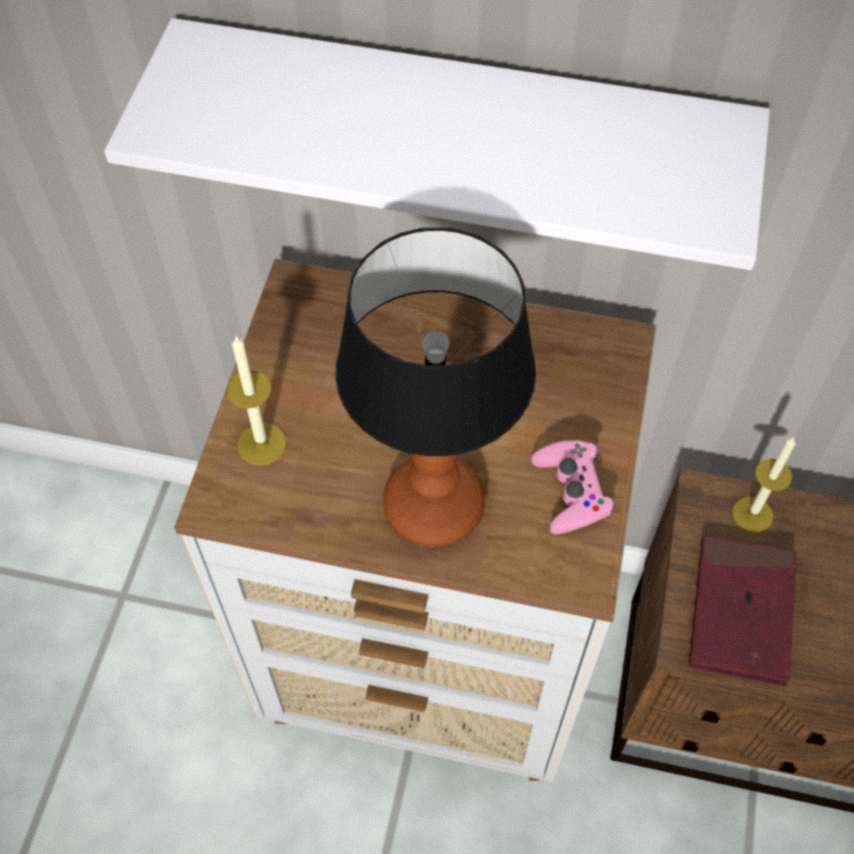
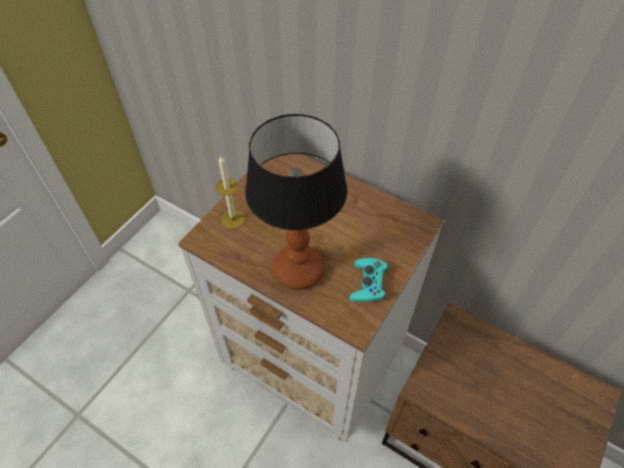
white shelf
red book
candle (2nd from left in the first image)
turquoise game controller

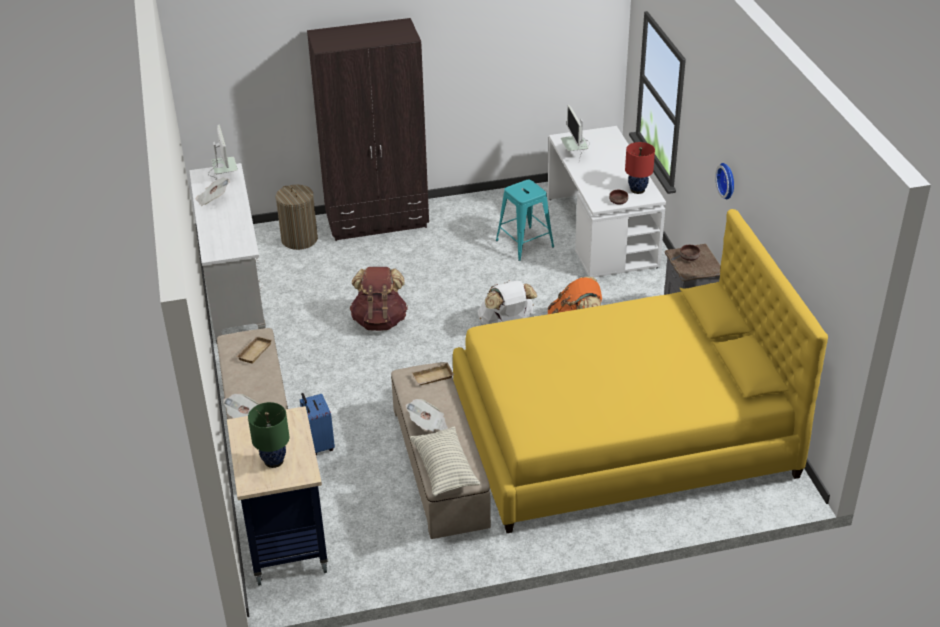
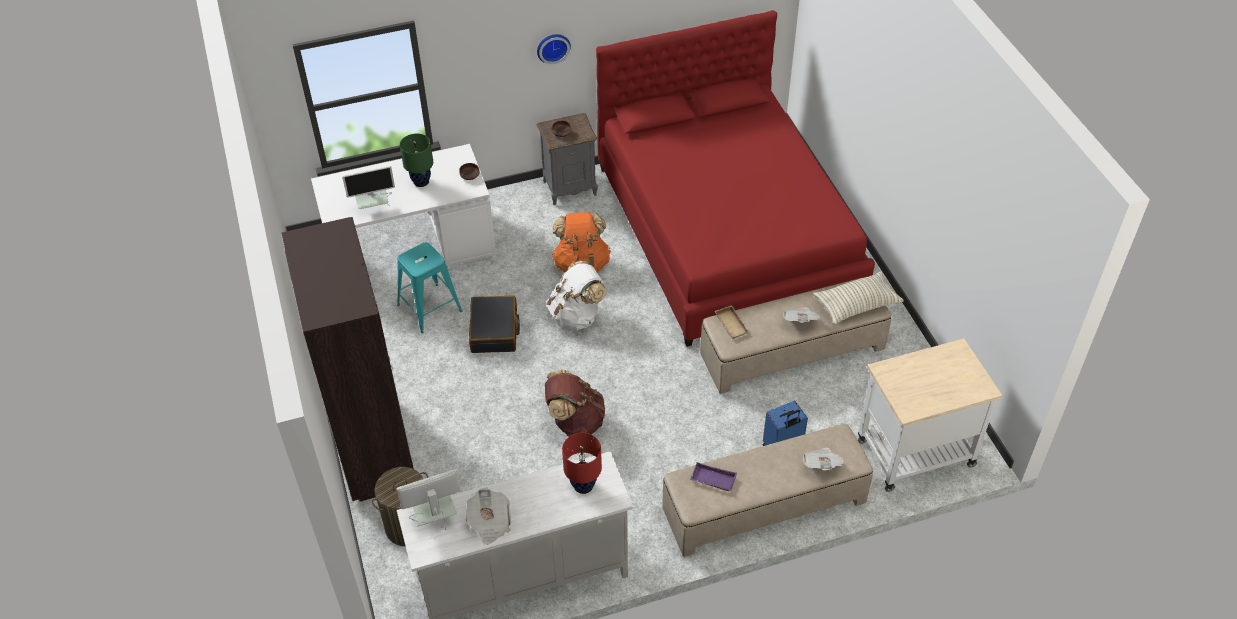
black suitcase
green table lamp
red table lamp
white cart
purple tray
red bed

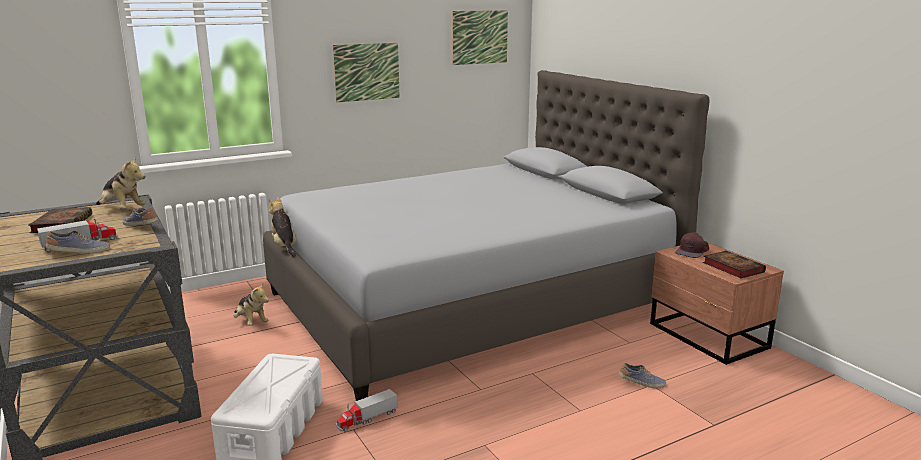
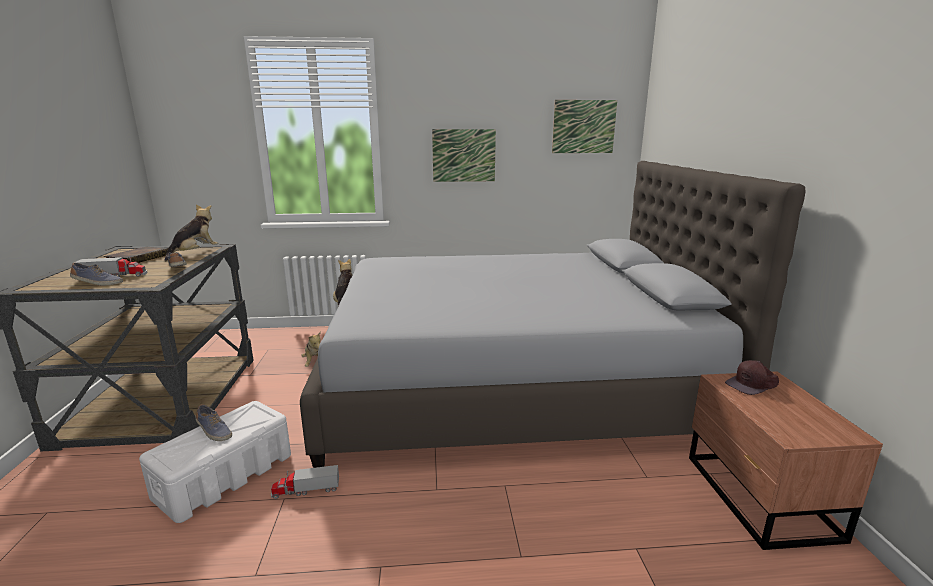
book (2nd from left in the first image)
shoe (3rd from left)
plush toy (1st from left)

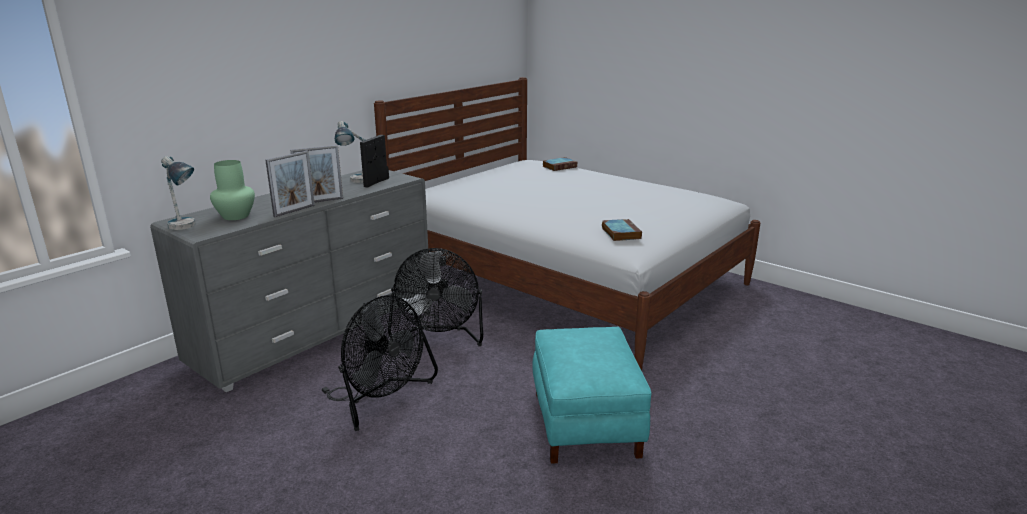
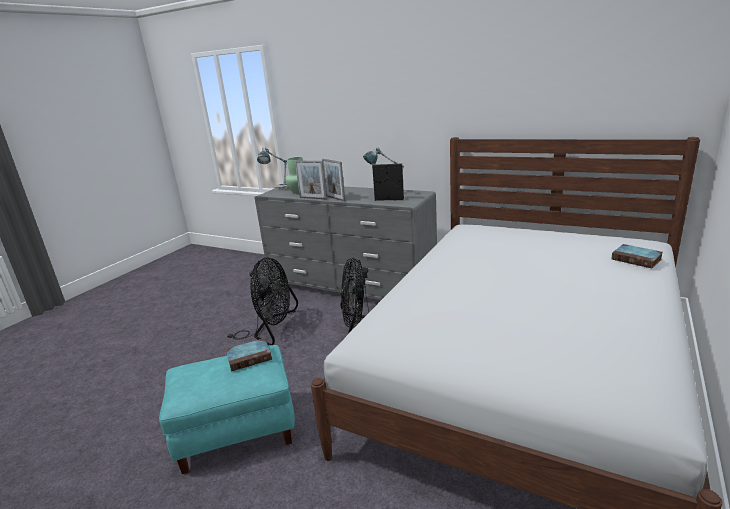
book (1st from left)
black fan (1st from left)

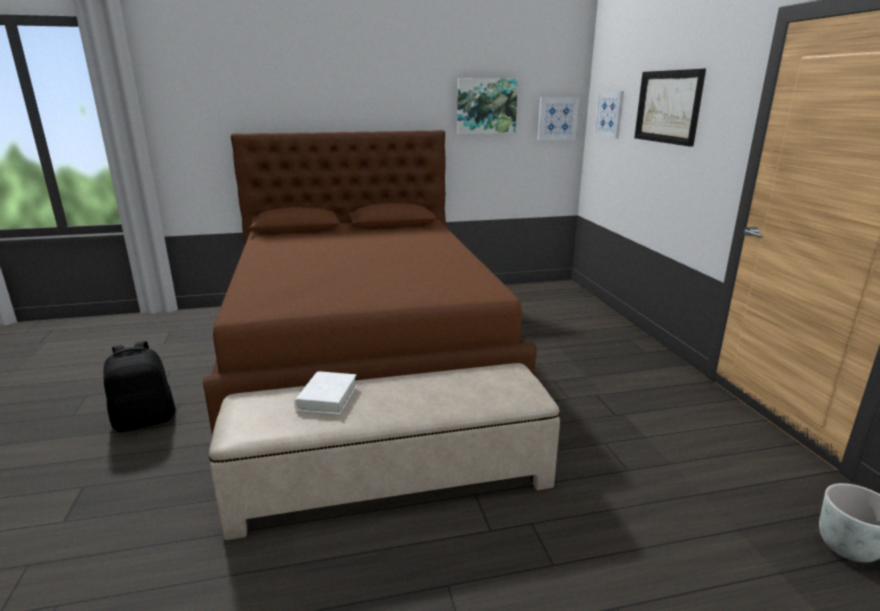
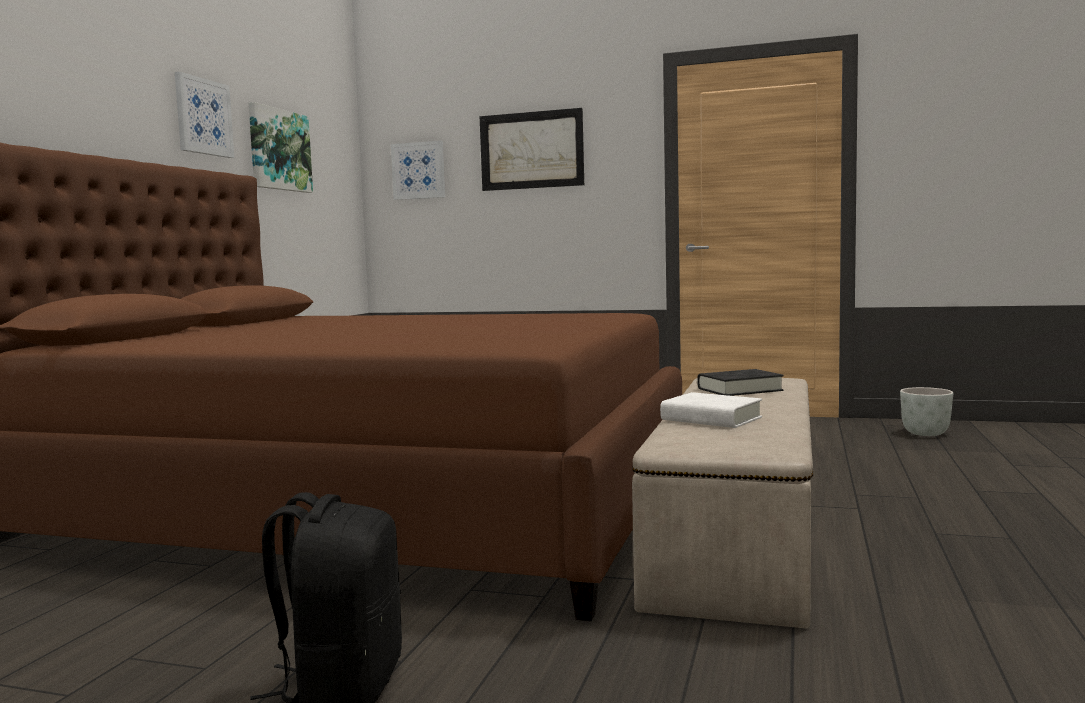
black book
picture (1st from left)

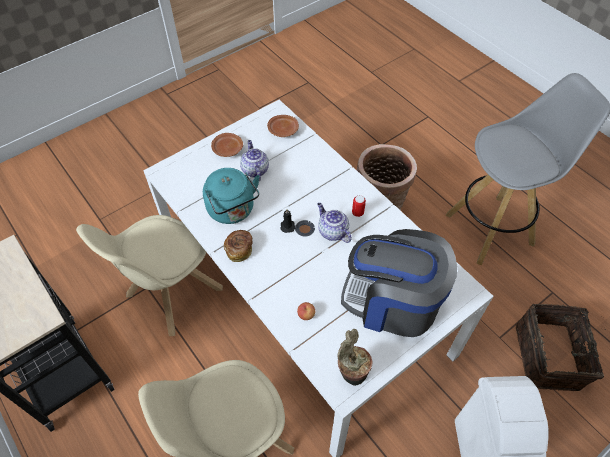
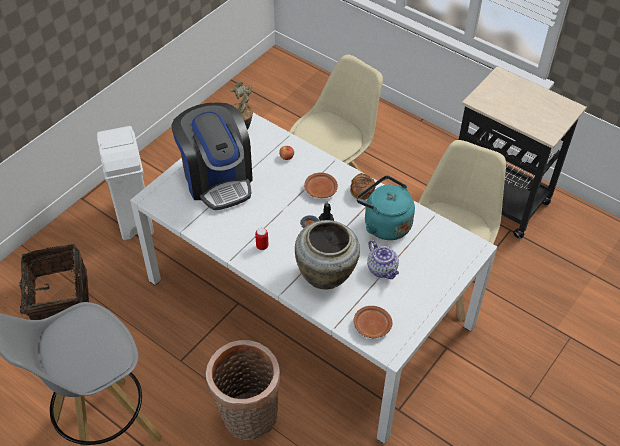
teapot (2nd from left in the first image)
beige vase
brown plate (1st from left)
coffee machine

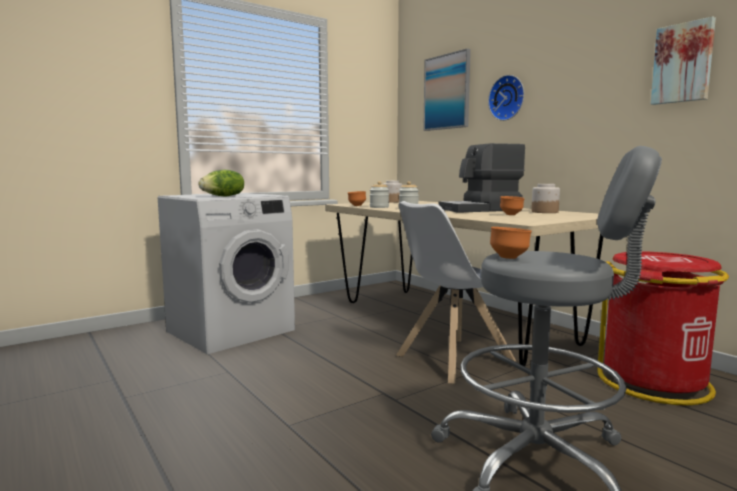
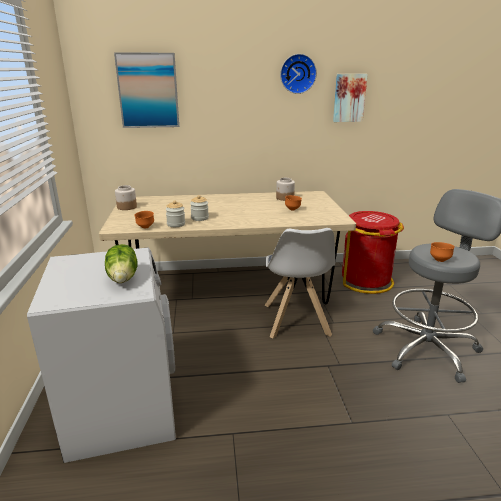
coffee machine
wall clock

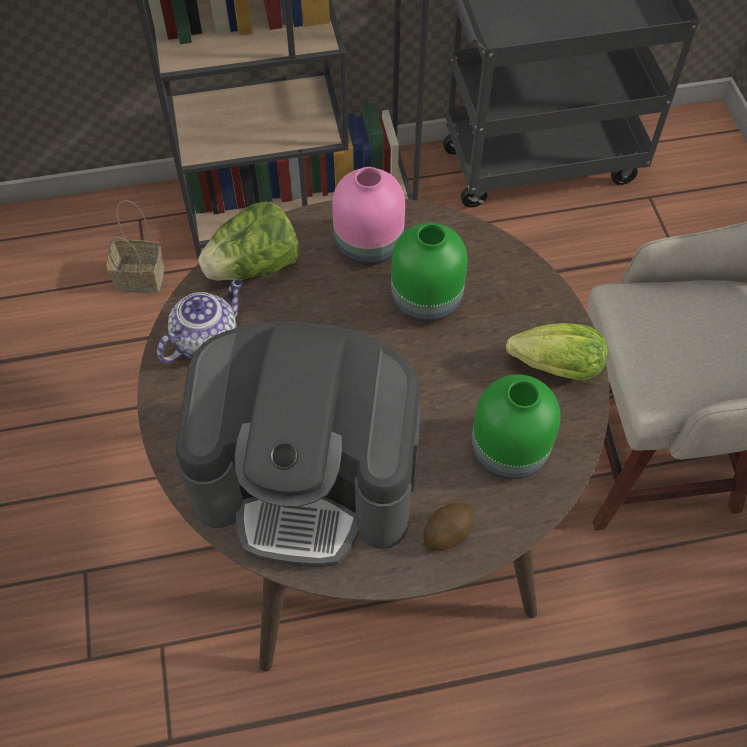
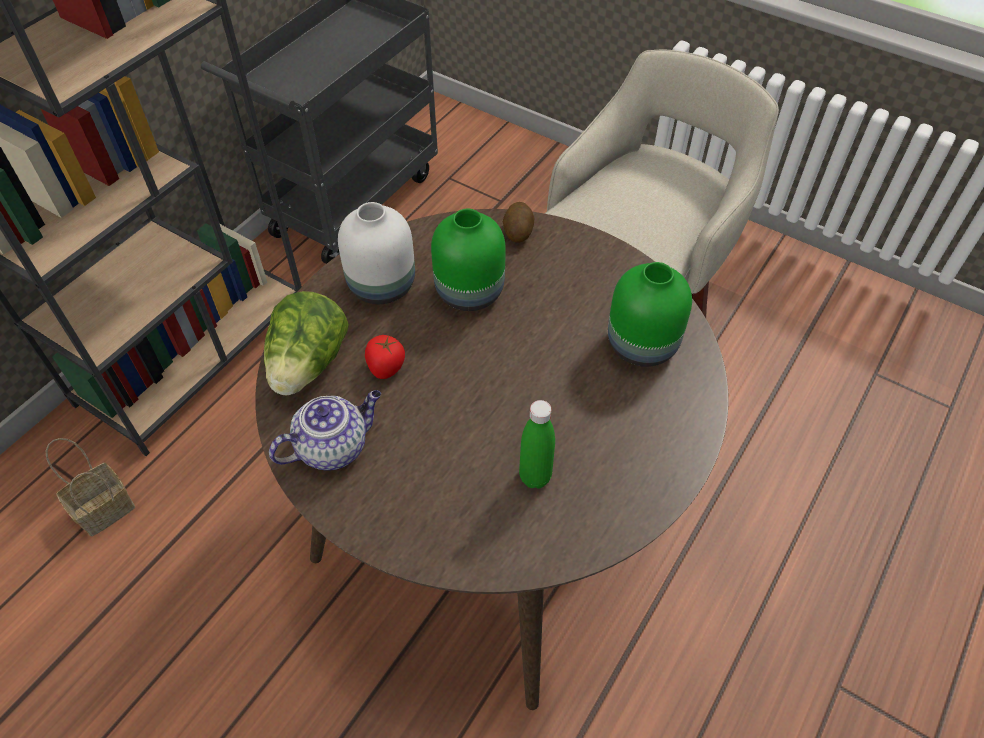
lettuce (2nd from left in the first image)
tomato
potato
green bottle
white vase
teapot

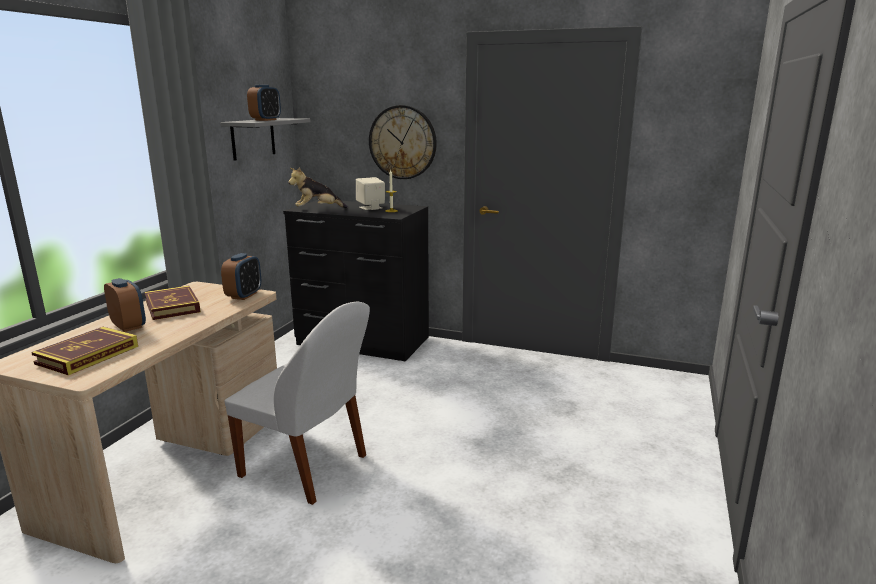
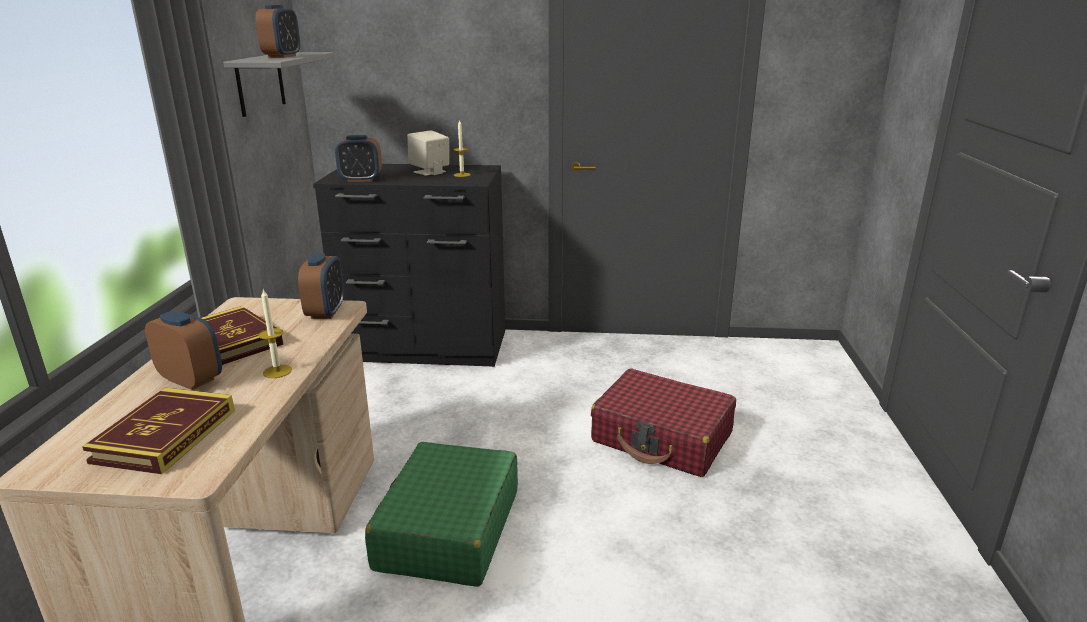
wall clock
candle (1st from left)
red suitcase
green suitcase
alarm clock (4th from left)

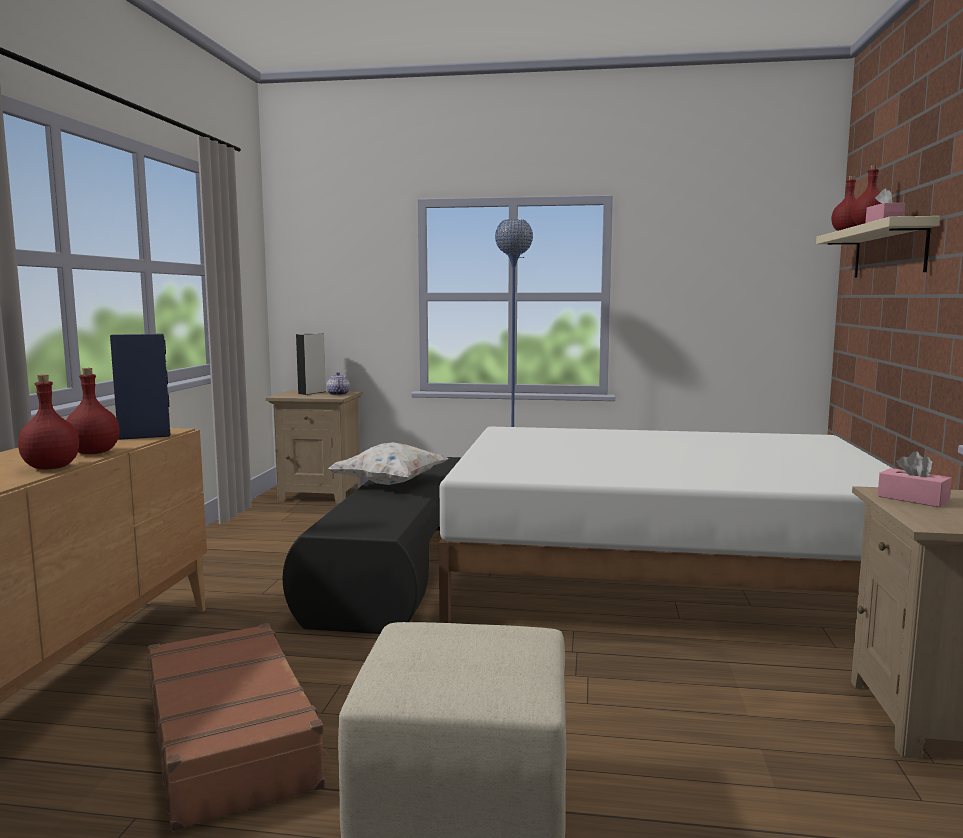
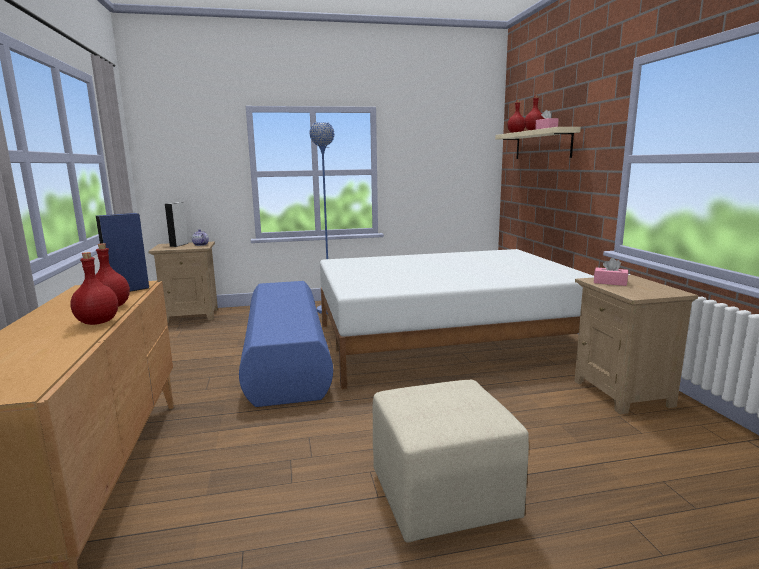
brown suitcase
white pillow
blue bench

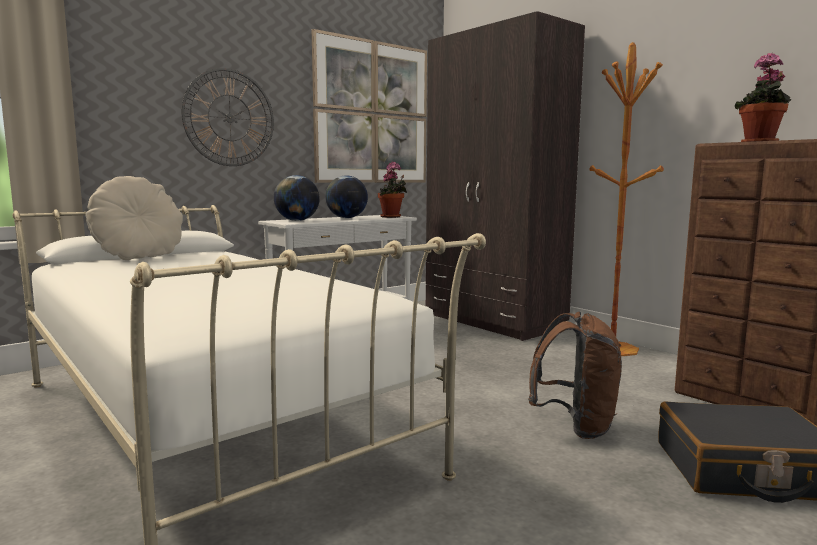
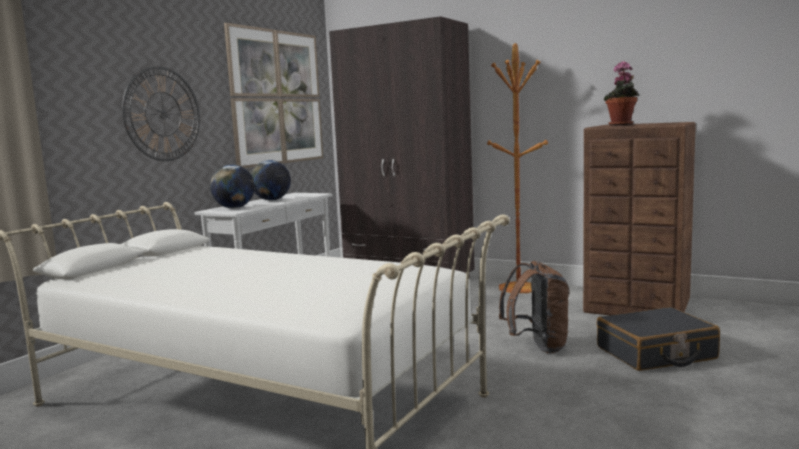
beige pillow
potted plant (1st from left in the first image)

